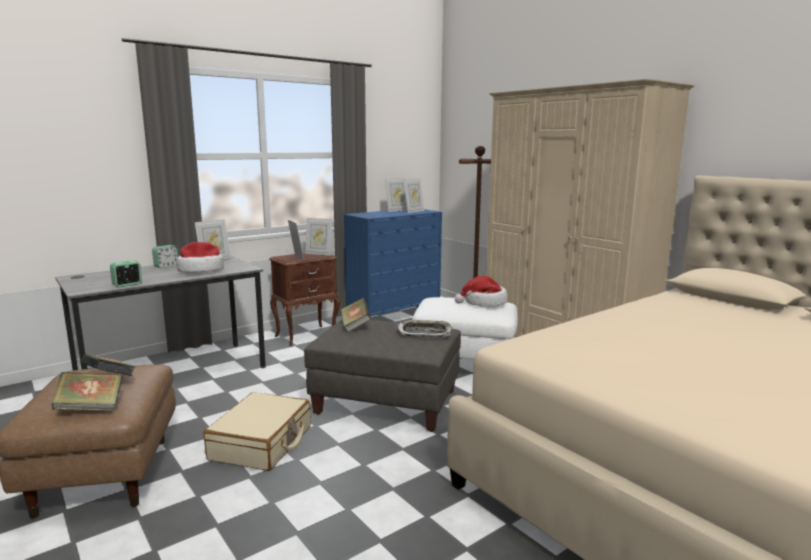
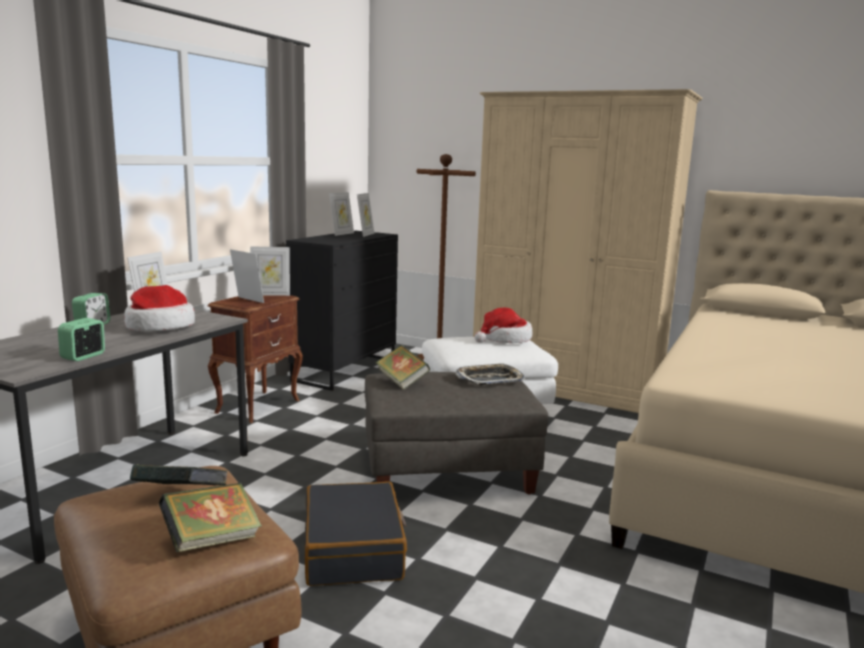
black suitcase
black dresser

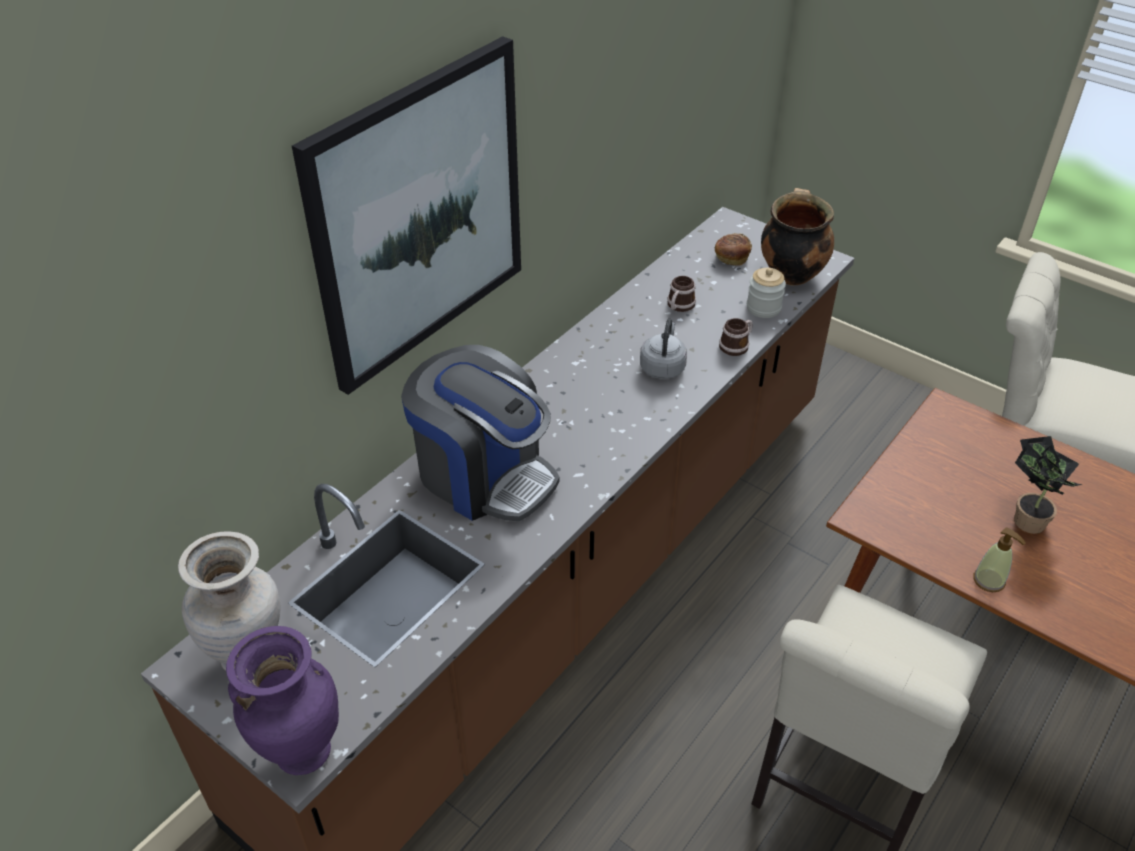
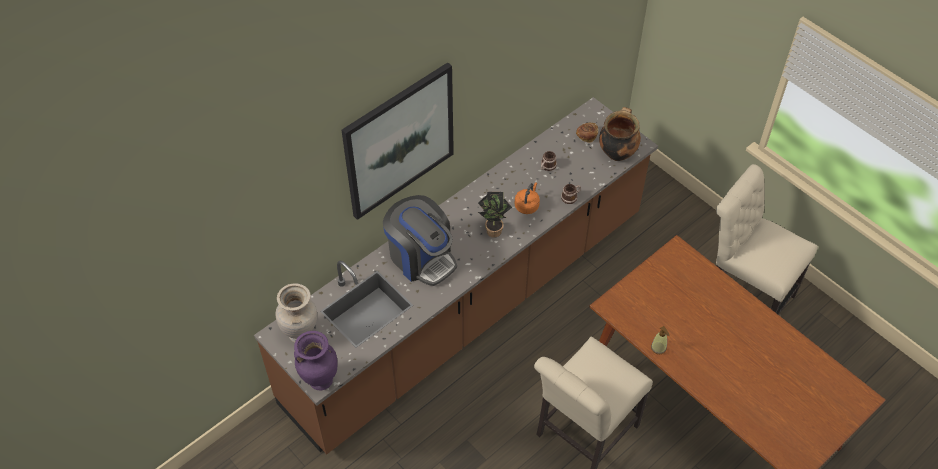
jar
potted plant
orange kettle

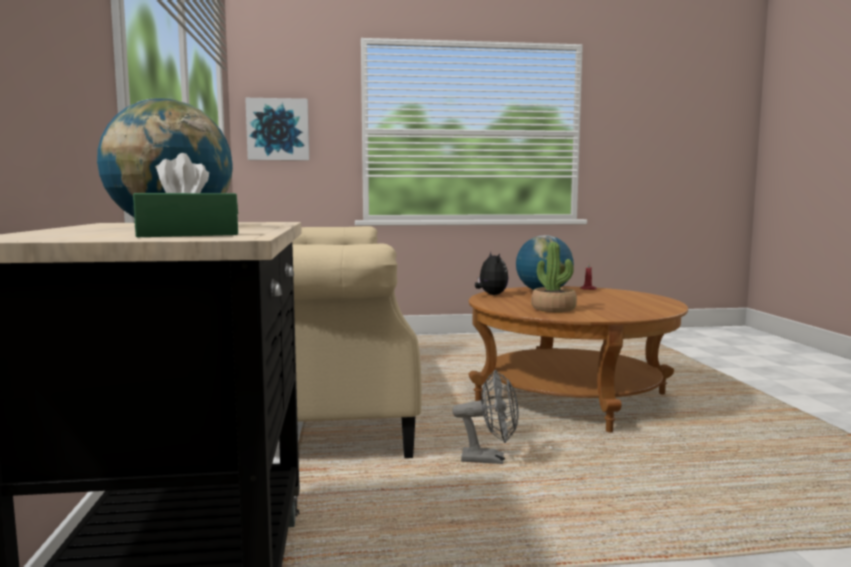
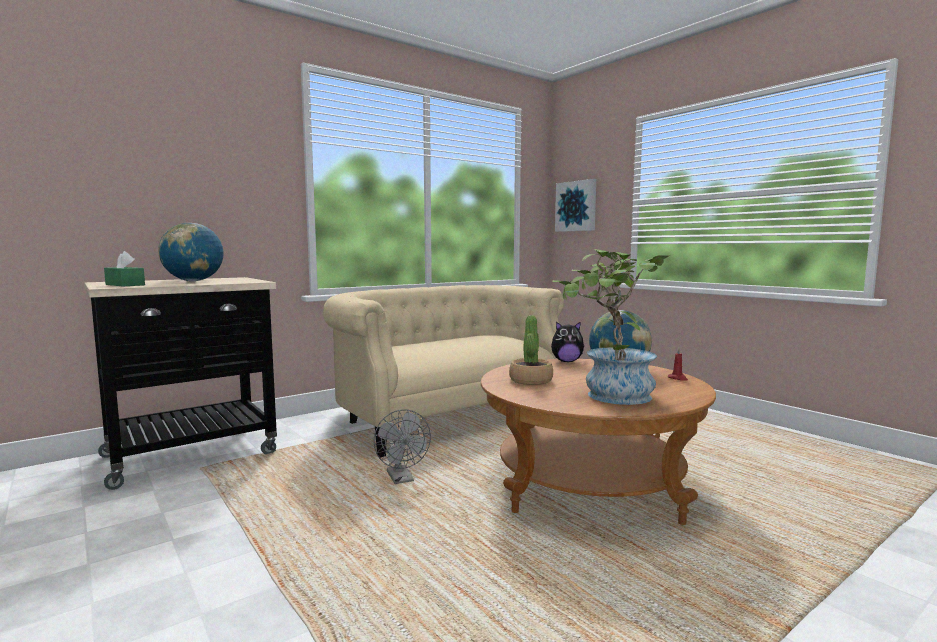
potted plant (2nd from left)
plush toy

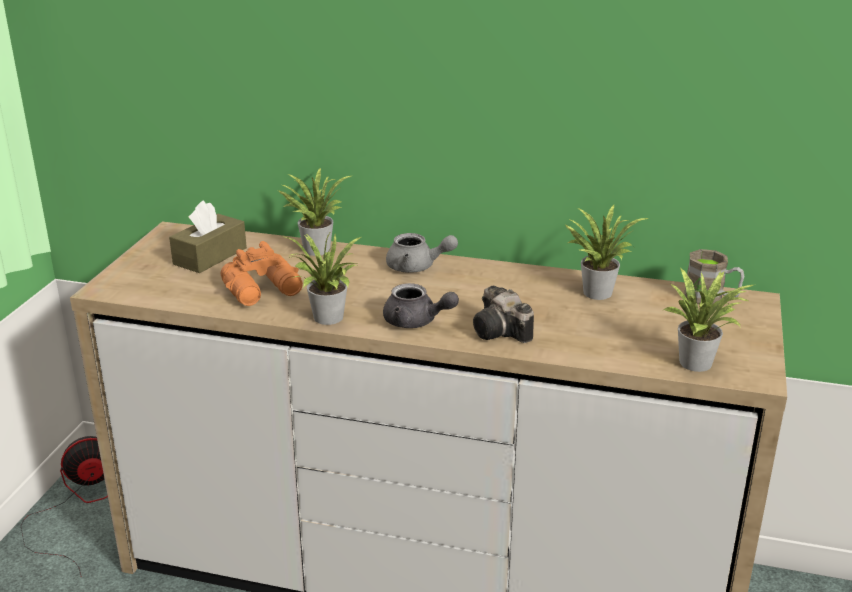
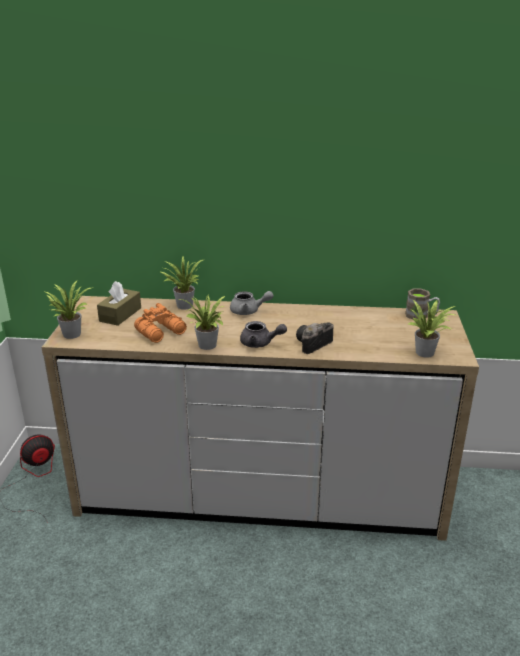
potted plant (1st from left)
photo camera

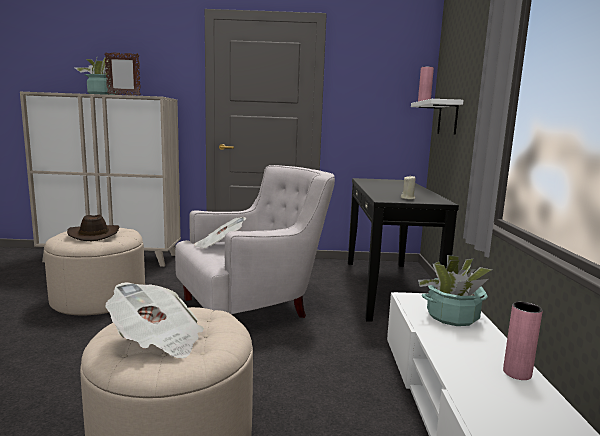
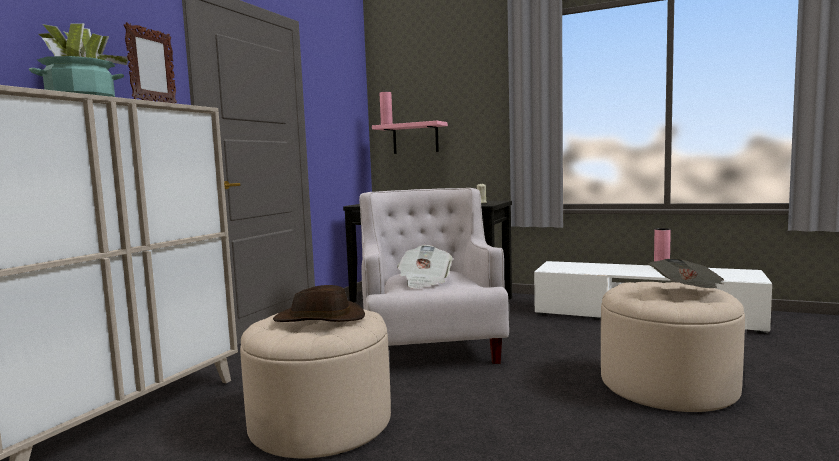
potted plant (2nd from left in the first image)
pink shelf

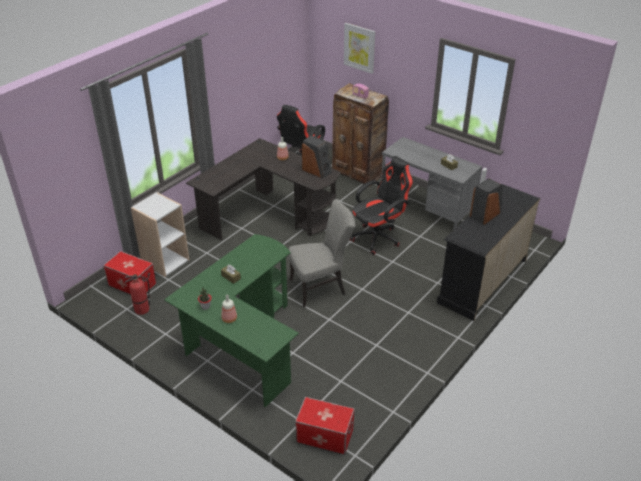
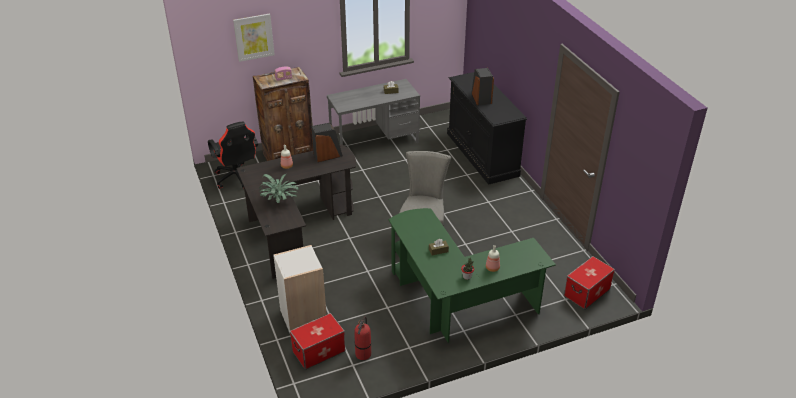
black office chair (2nd from left in the first image)
potted plant (1st from left)

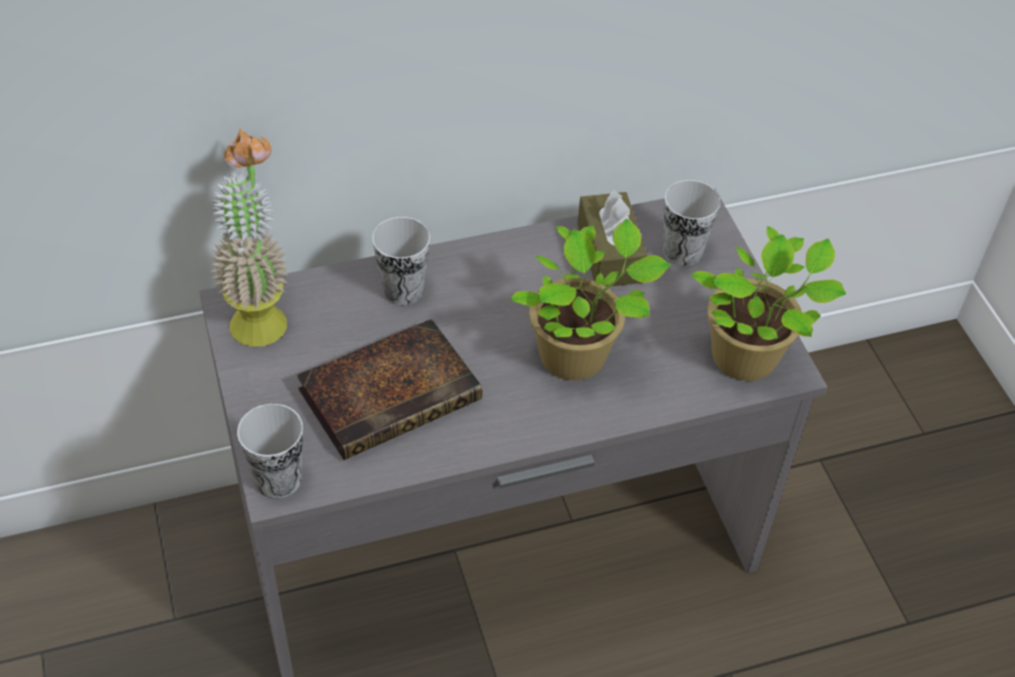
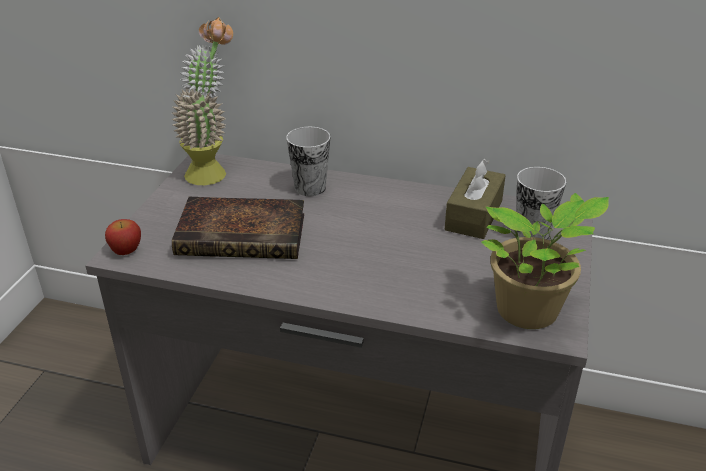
potted plant (2nd from left in the first image)
apple

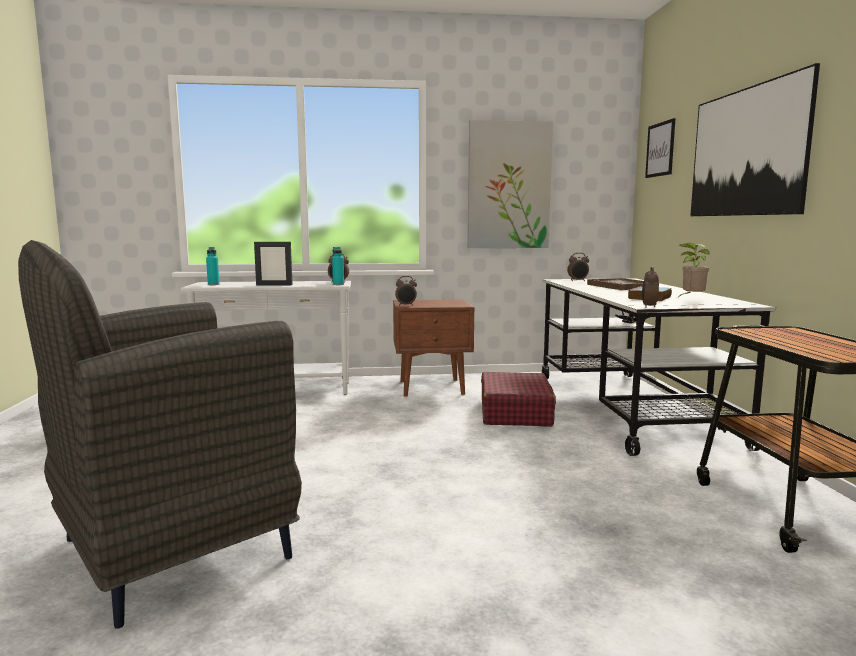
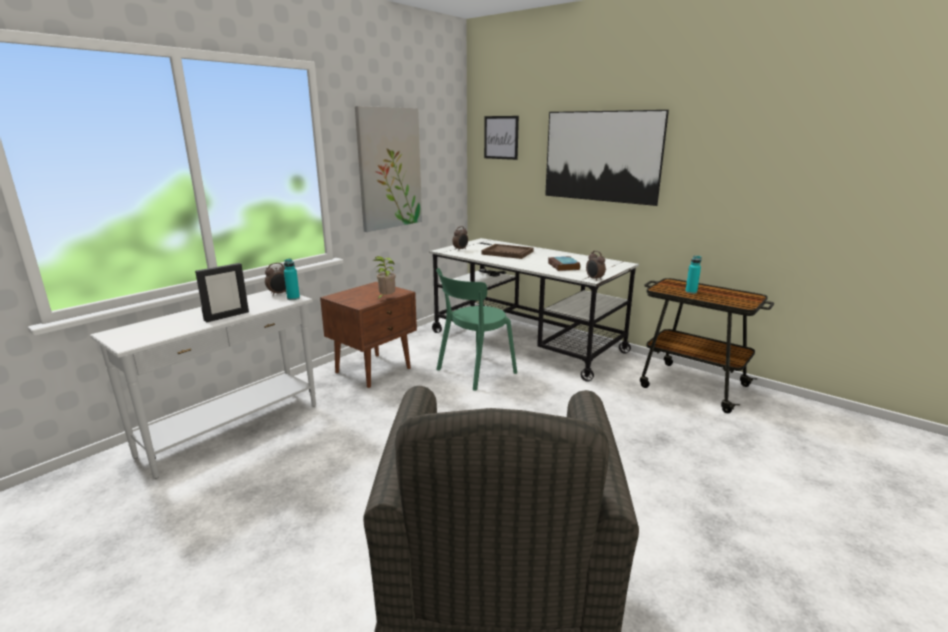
alarm clock (2nd from left in the first image)
turquoise bottle (2nd from left)
potted plant
green chair

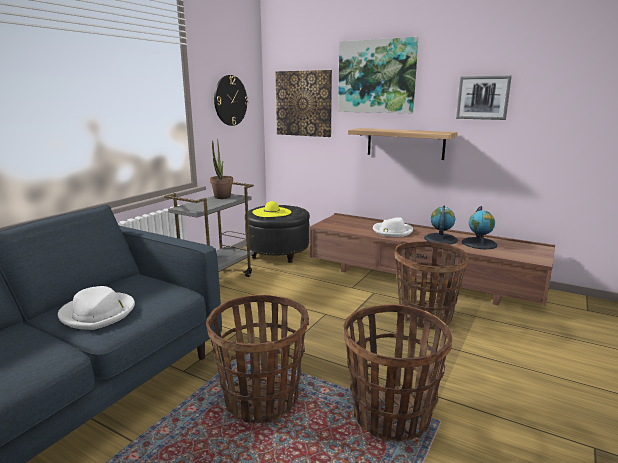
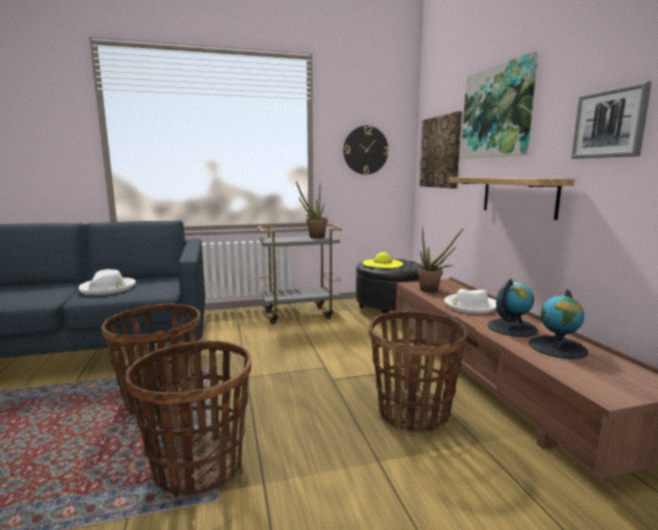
potted plant (2nd from left)

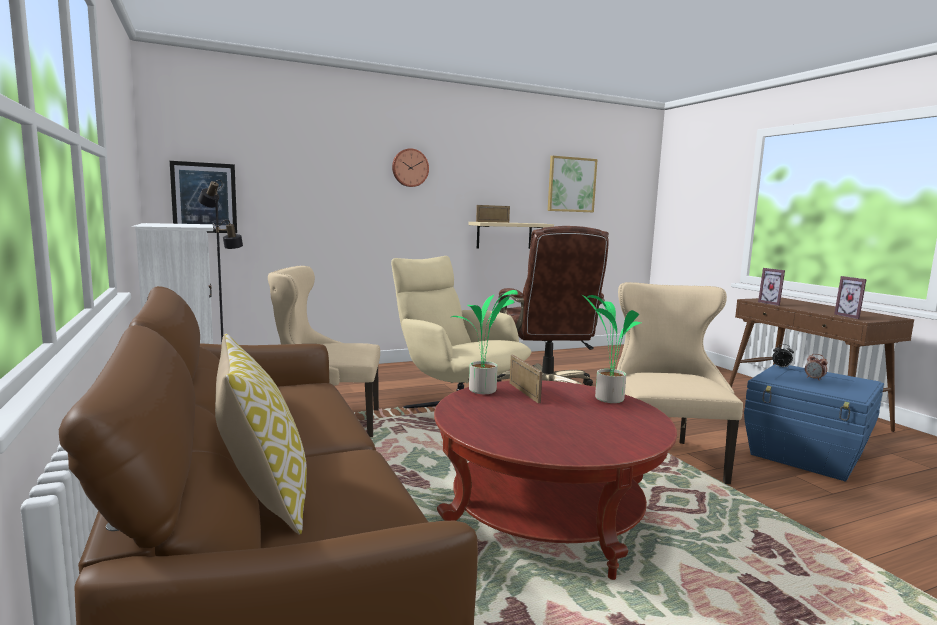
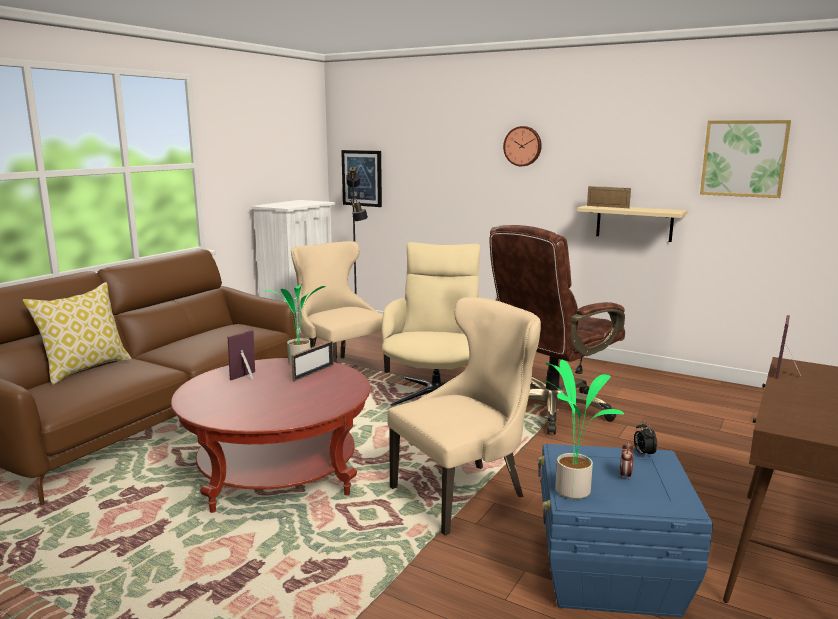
potted plant (2nd from left)
picture frame (1st from left)

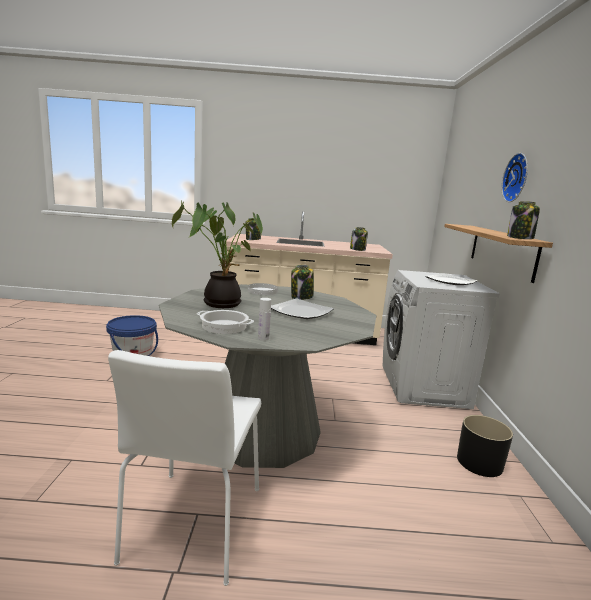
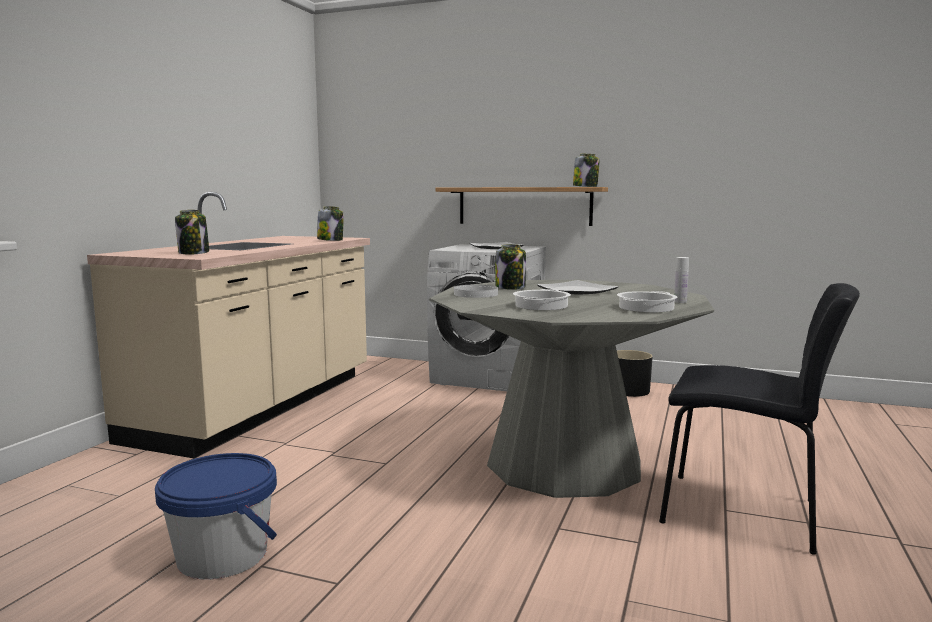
wall clock
cooking pot (1st from left)
black chair

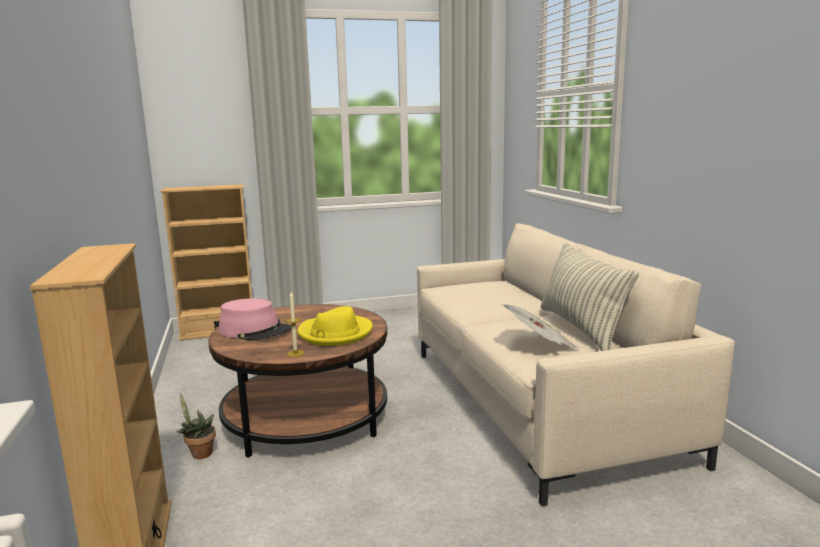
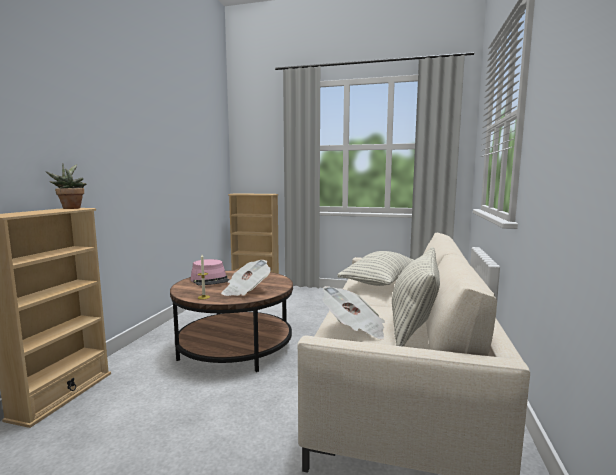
pillow (1st from left)
potted plant
newspaper (1st from left)

